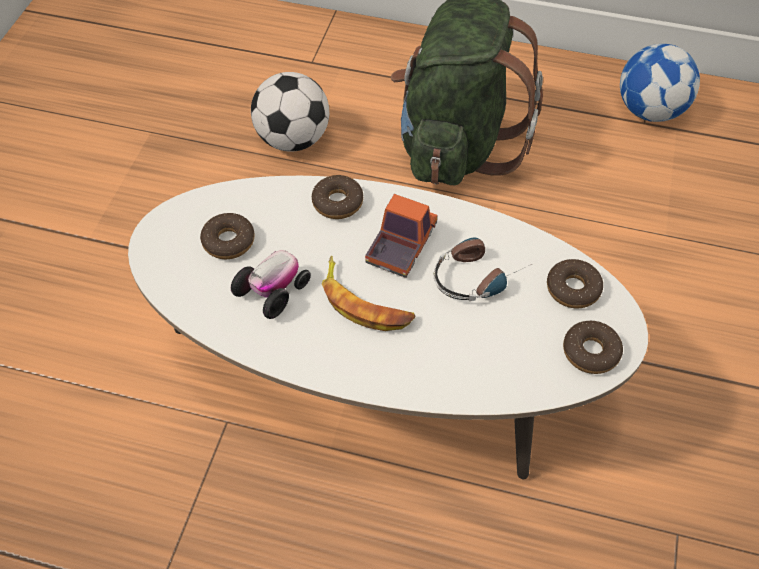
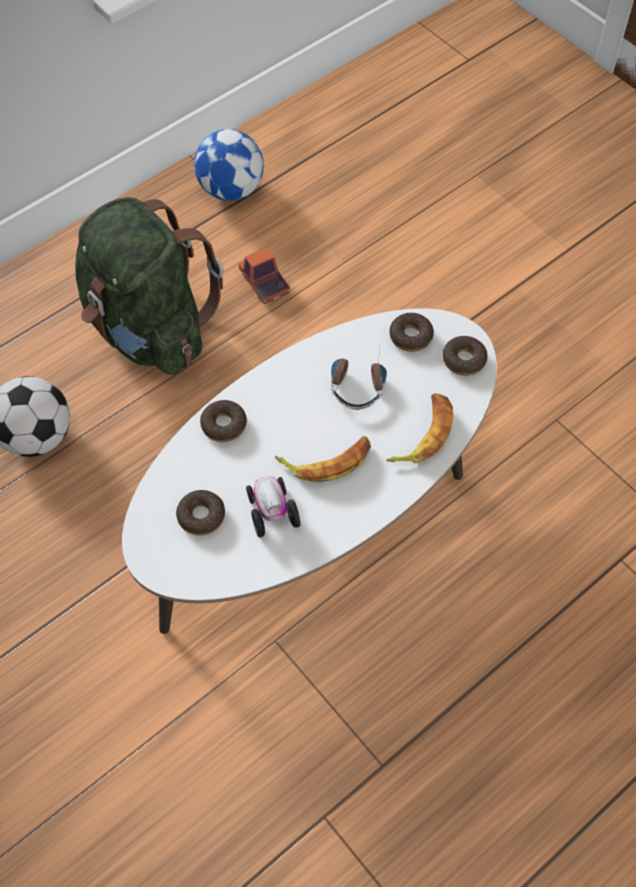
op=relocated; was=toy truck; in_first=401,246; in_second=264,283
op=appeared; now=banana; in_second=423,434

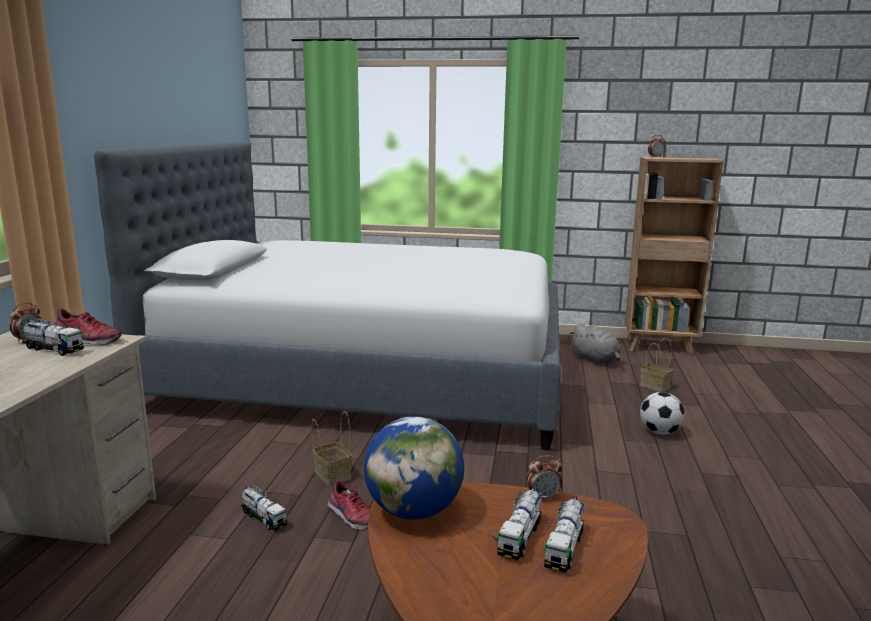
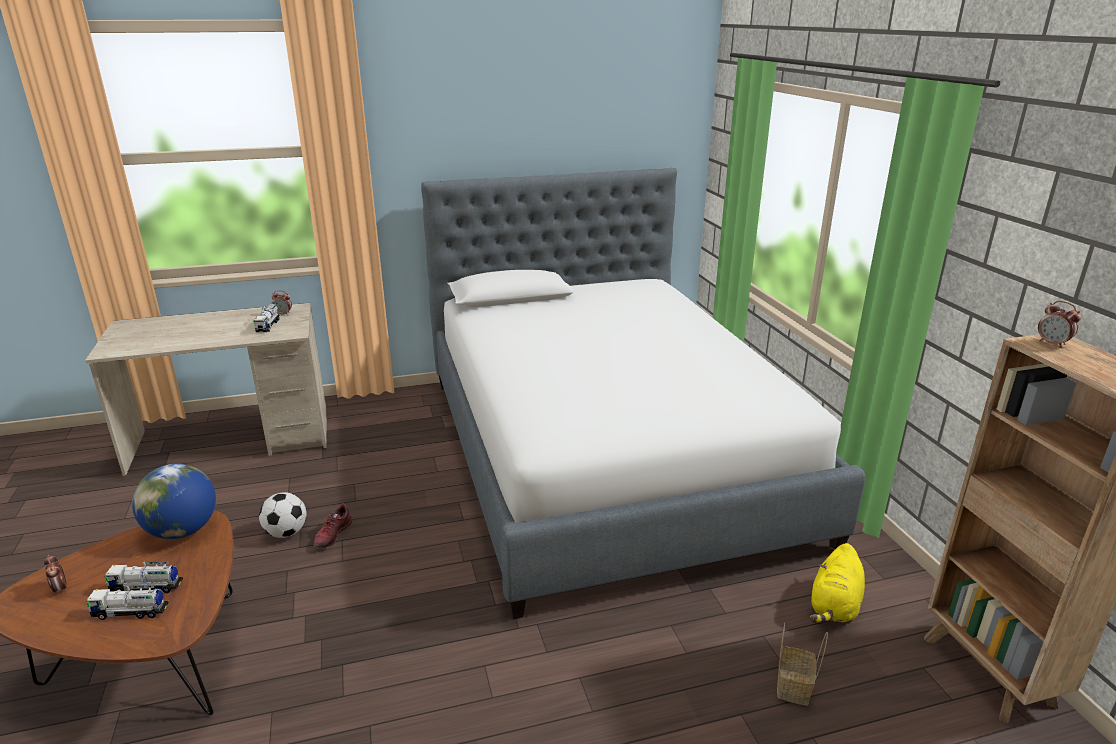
op=missing; was=shoe; in_first=86,341
op=missing; was=toy truck; in_first=263,518
op=missing; was=basket; in_first=331,475
op=relocated; was=alarm clock; in_first=543,498; in_second=60,589
op=colour; was=plush toy/grey; now=plush toy/yellow; in_first=595,360; in_second=834,606
op=relocated; was=football; in_first=659,432; in_second=286,532

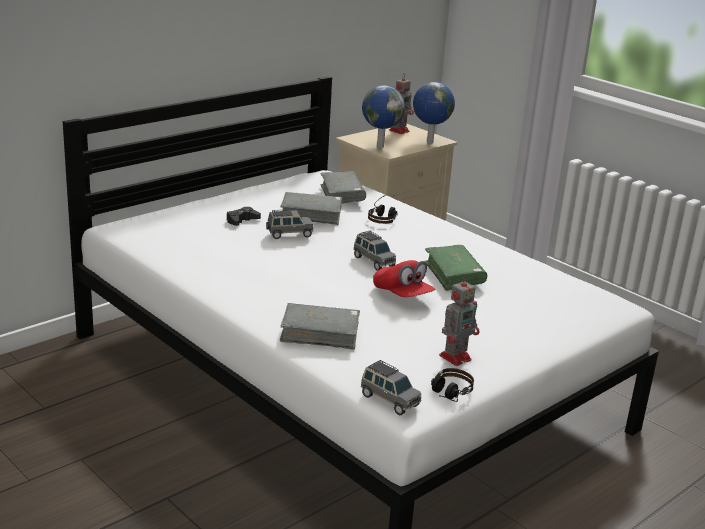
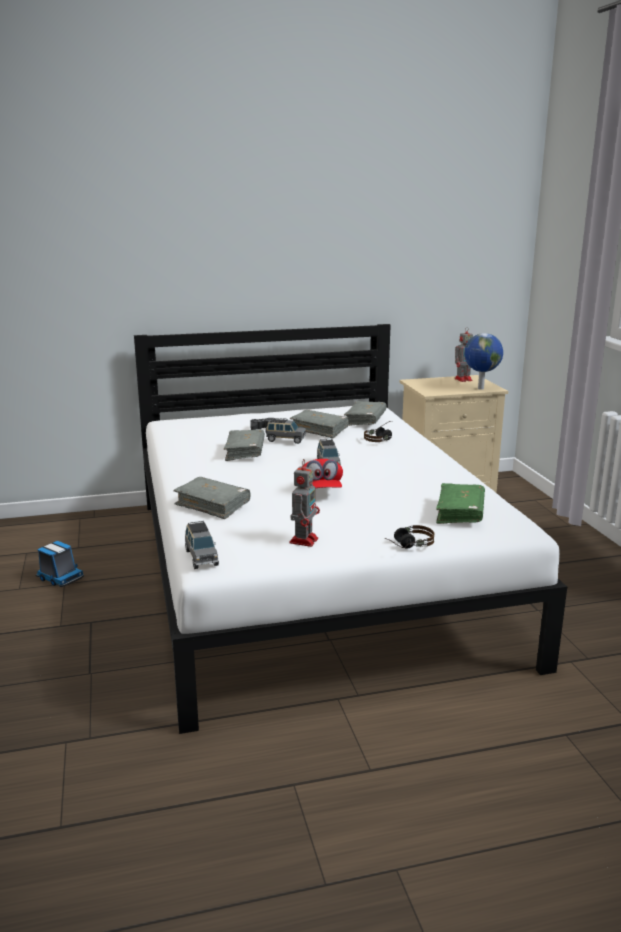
op=missing; was=globe; in_first=379,146
op=relocated; was=book/green; in_first=454,275; in_second=460,512
op=relocated; was=headphones; in_first=447,395; in_second=406,545
op=spun; was=toy robot; in_first=456,357; in_second=304,540; clockwise=-60
op=appeared; now=toy truck; in_second=59,578
op=appeared; now=book/grey; in_second=245,452

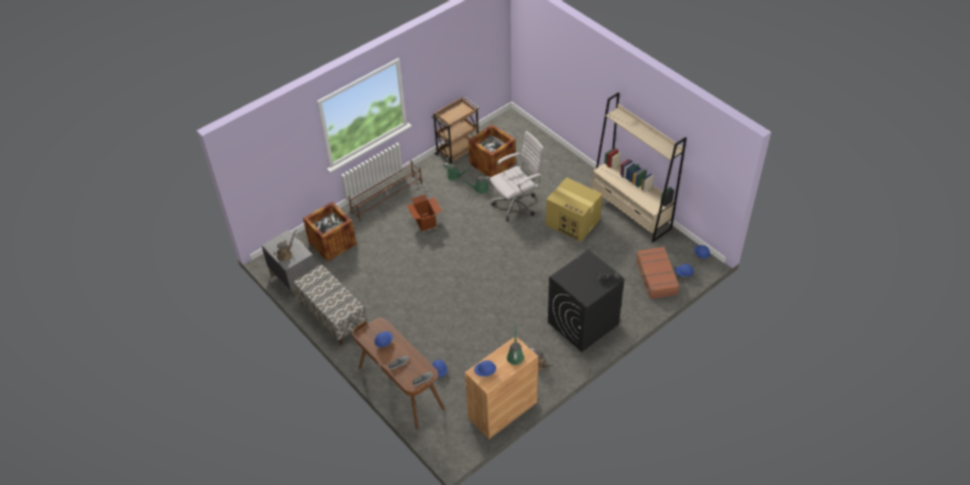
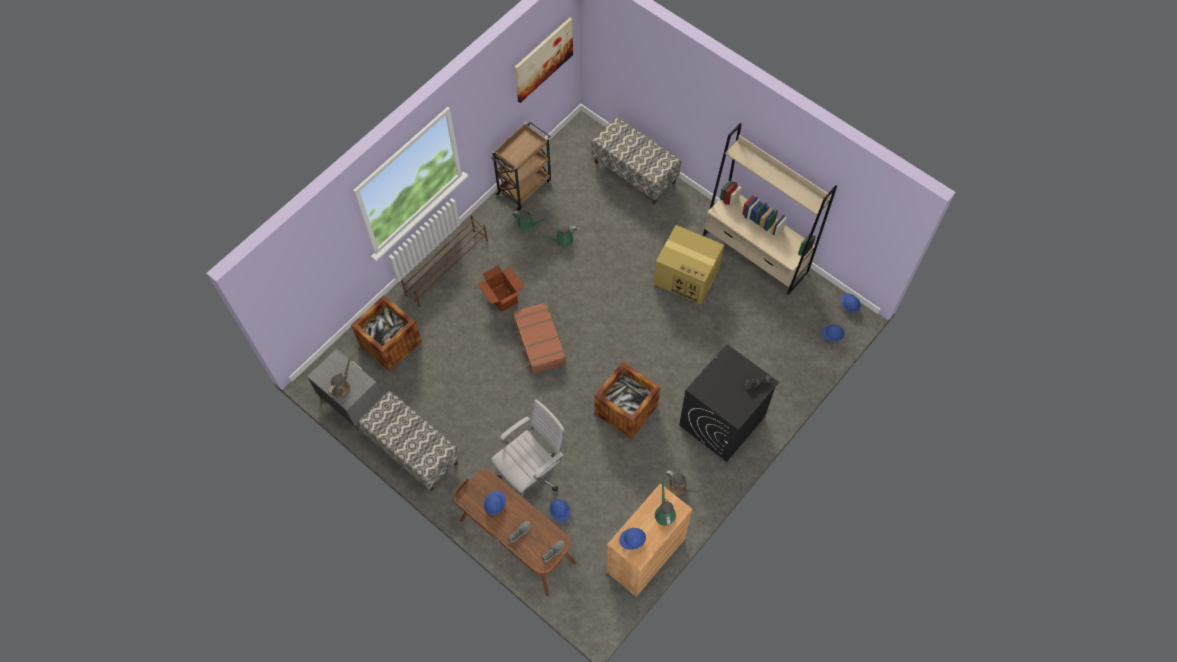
op=relocated; was=crate; in_first=492,163; in_second=626,409
op=relocated; was=office chair/white; in_first=517,204; in_second=532,473
op=relocated; was=suitcase/brown; in_first=656,277; in_second=539,342
op=appeared; now=picture; in_second=543,59
op=appeared; now=bench; in_second=635,172

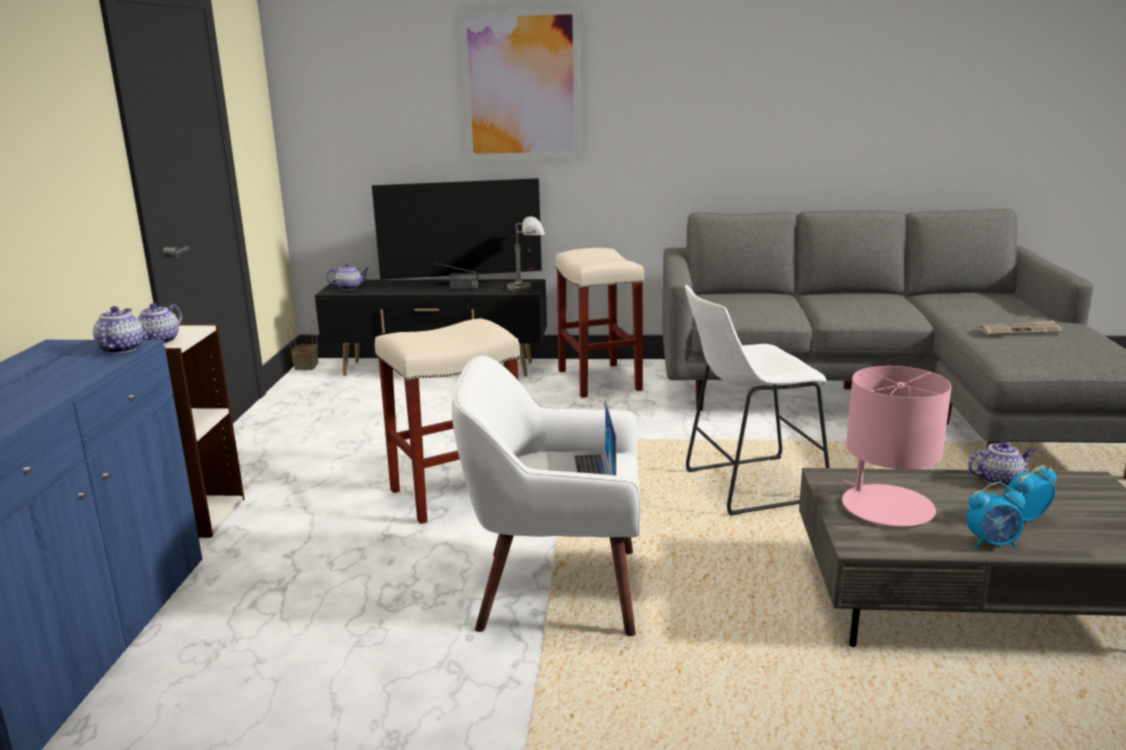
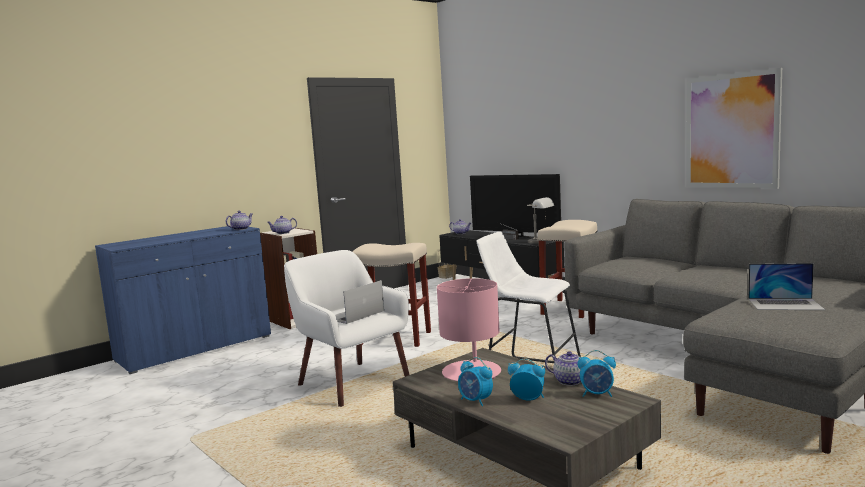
op=relocated; was=picture; in_first=521,85; in_second=731,131
op=exchanged; was=newspaper; now=laptop; in_first=1020,331; in_second=785,304
op=appeared; now=alarm clock; in_second=597,394

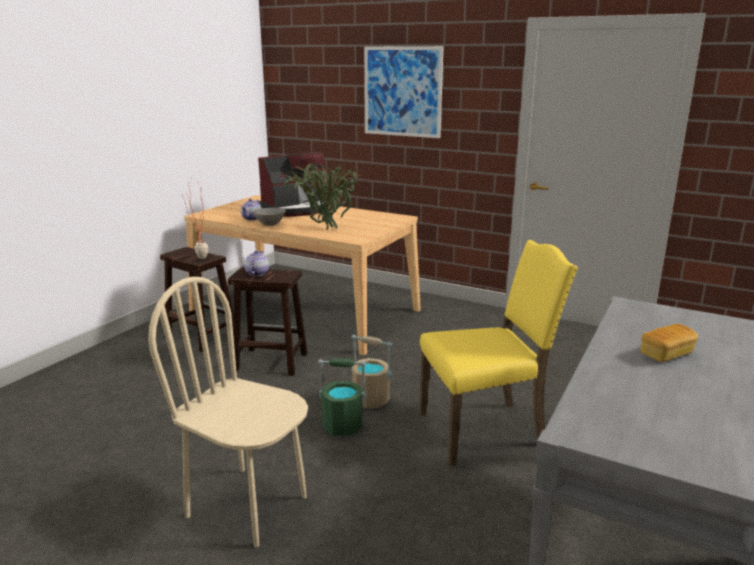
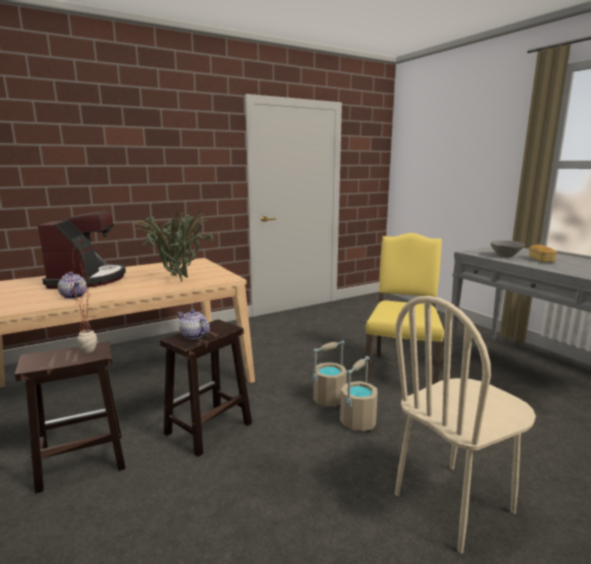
op=relocated; was=bowl/grey; in_first=269,224; in_second=505,256
op=colour; was=bucket/green; now=bucket/beige; in_first=343,425; in_second=358,421
op=missing; was=picture; in_first=402,91

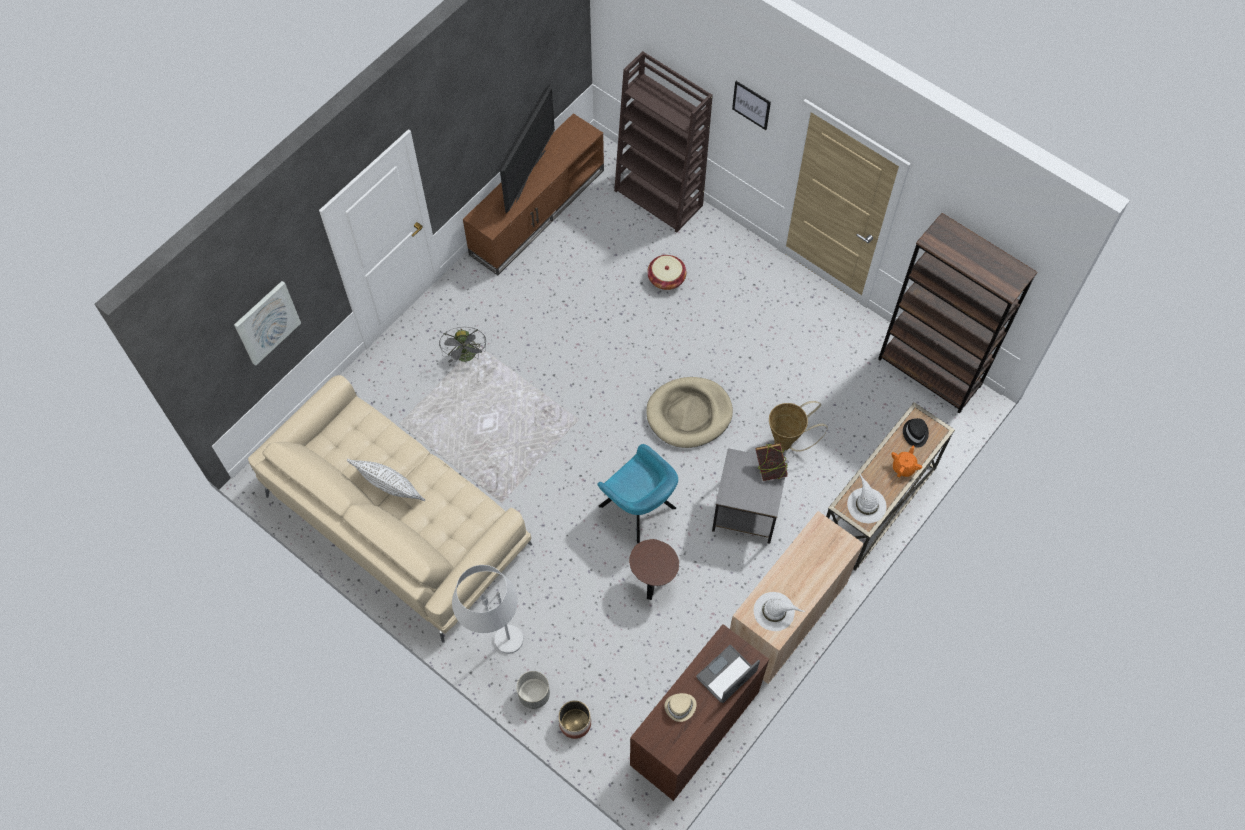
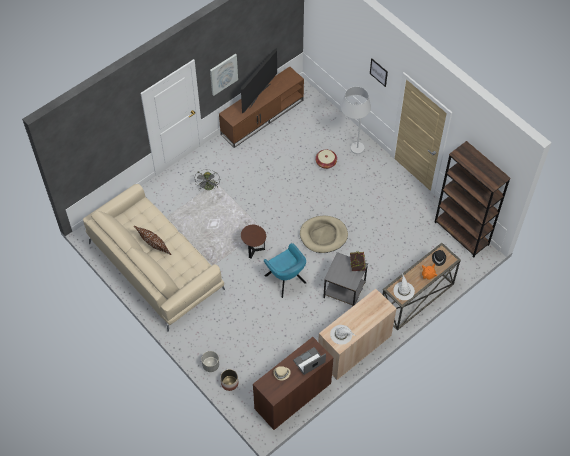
op=relocated; was=picture; in_first=267,322; in_second=223,74
op=colour; was=pillow/white; now=pillow/brown; in_first=389,487; in_second=154,245
op=relocated; was=floor lamp/white; in_first=498,652; in_second=351,152
op=missing; was=bookcase/brown; in_first=659,198
op=relocated; was=side table/brown; in_first=653,581; in_second=254,250
op=missing; was=basket; in_first=787,442

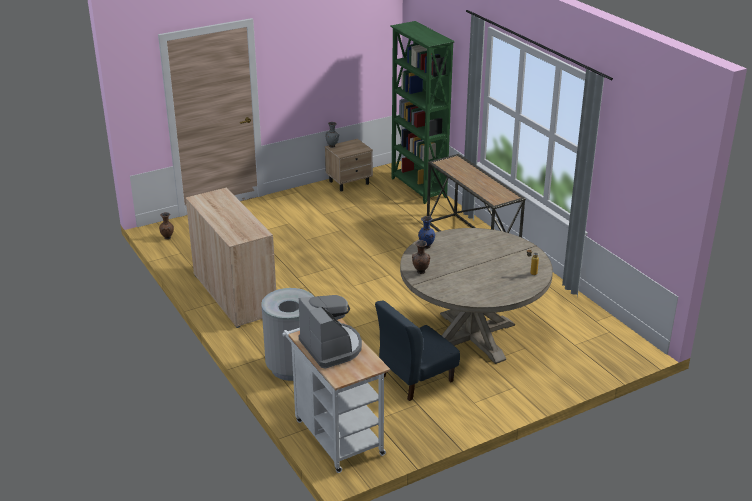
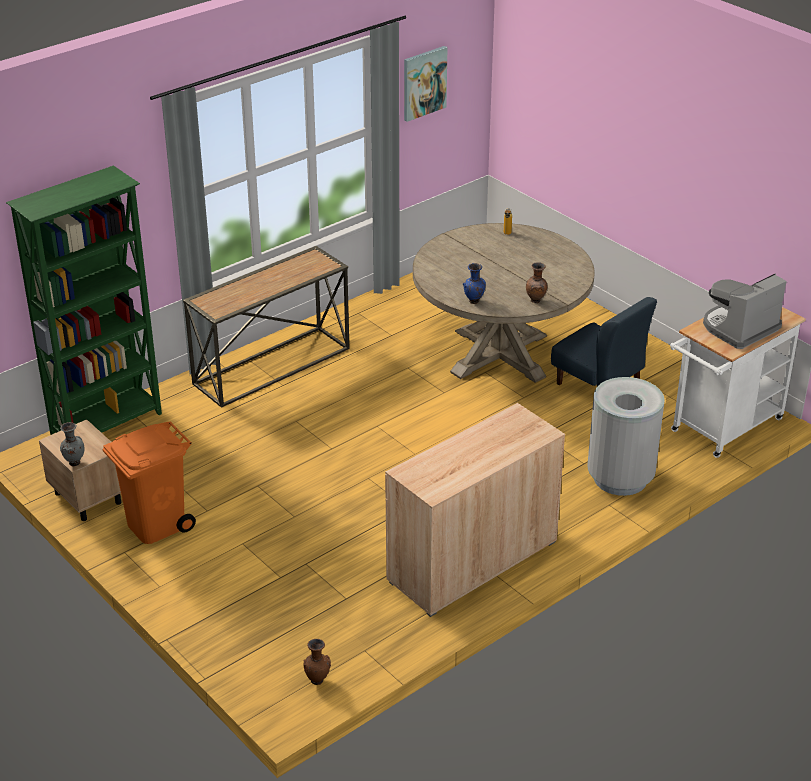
op=appeared; now=trash can/orange; in_second=155,524
op=appeared; now=picture; in_second=424,83

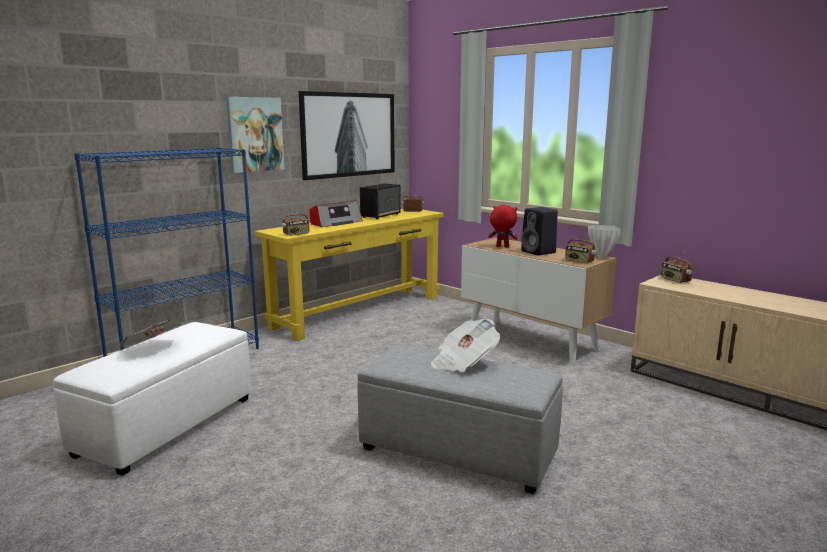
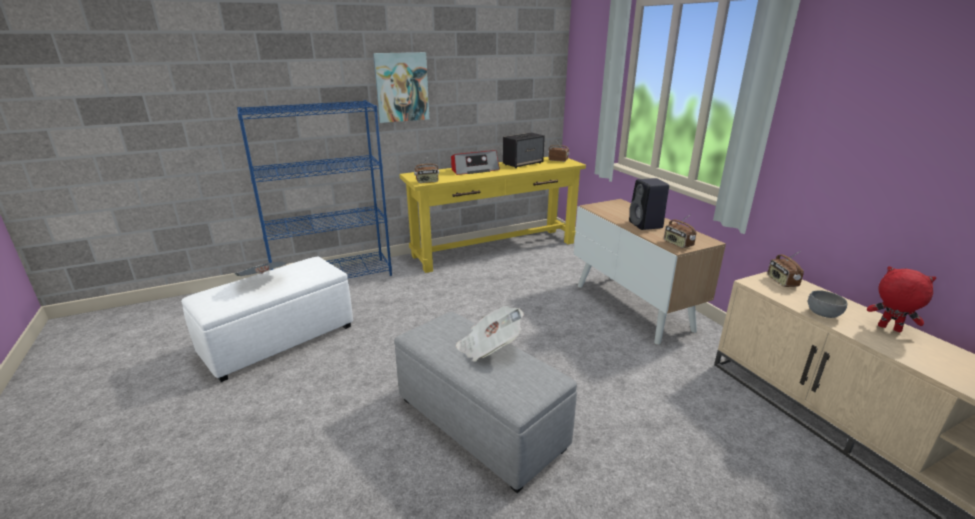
op=missing; was=picture; in_first=349,134
op=relocated; was=plush toy/red; in_first=502,247; in_second=888,329
op=missing; was=vase/white; in_first=601,257
op=appeared; now=bowl/grey; in_second=823,314

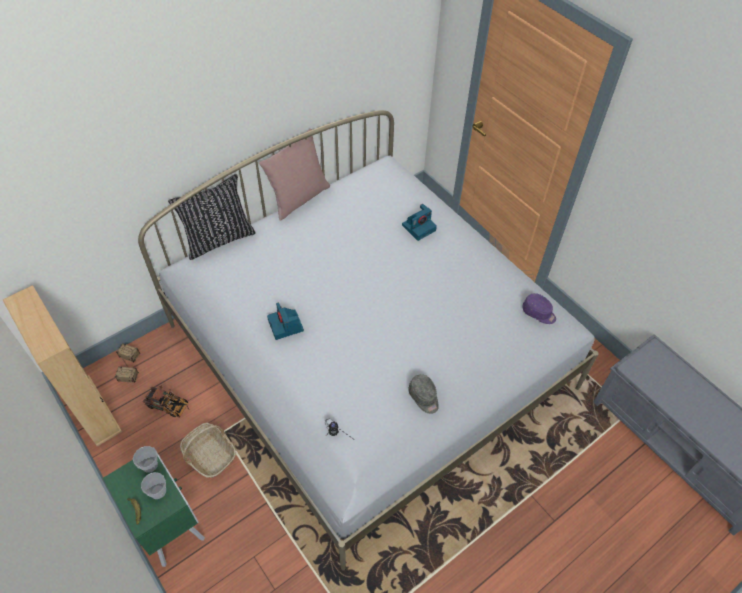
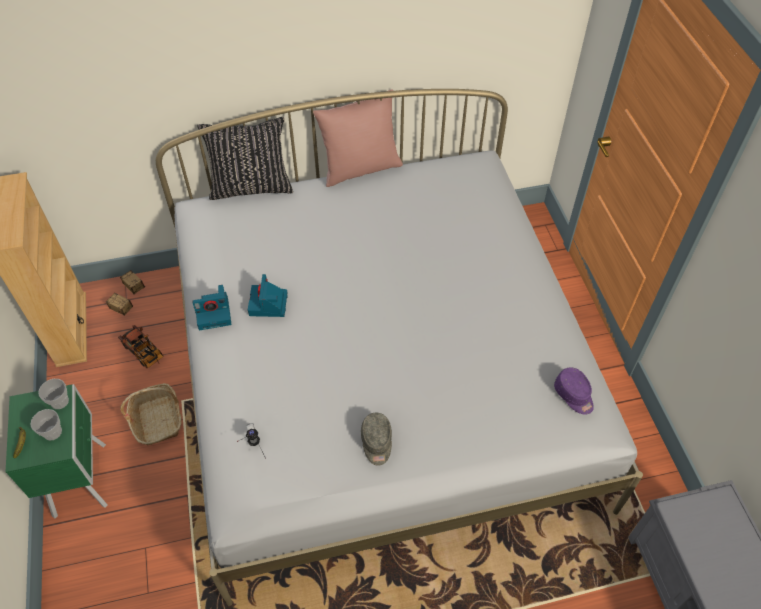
op=relocated; was=photo camera; in_first=419,227; in_second=214,313

